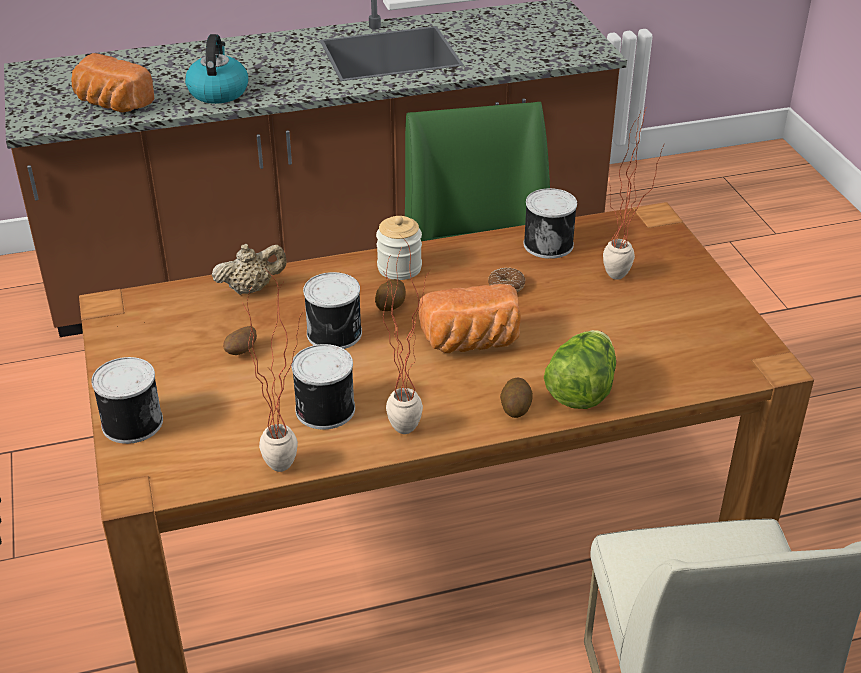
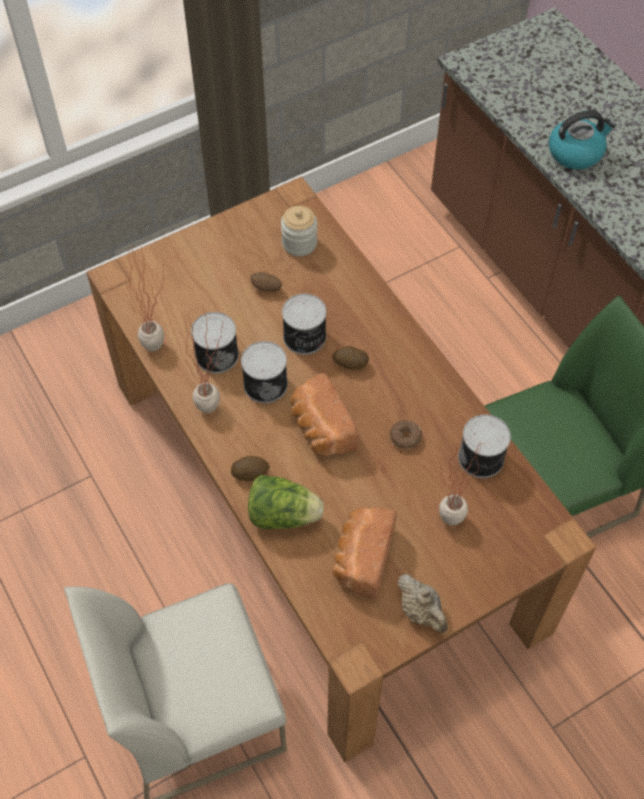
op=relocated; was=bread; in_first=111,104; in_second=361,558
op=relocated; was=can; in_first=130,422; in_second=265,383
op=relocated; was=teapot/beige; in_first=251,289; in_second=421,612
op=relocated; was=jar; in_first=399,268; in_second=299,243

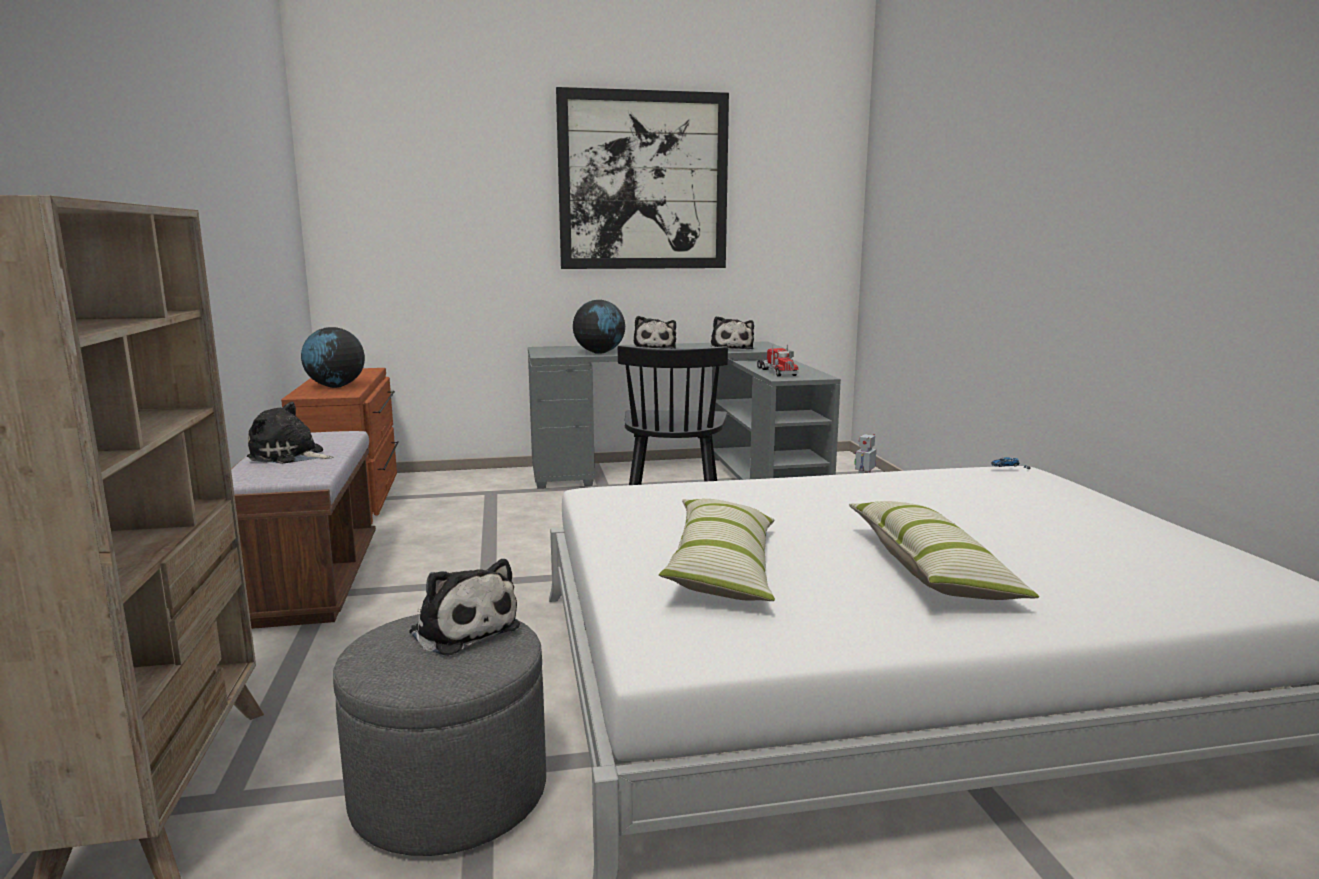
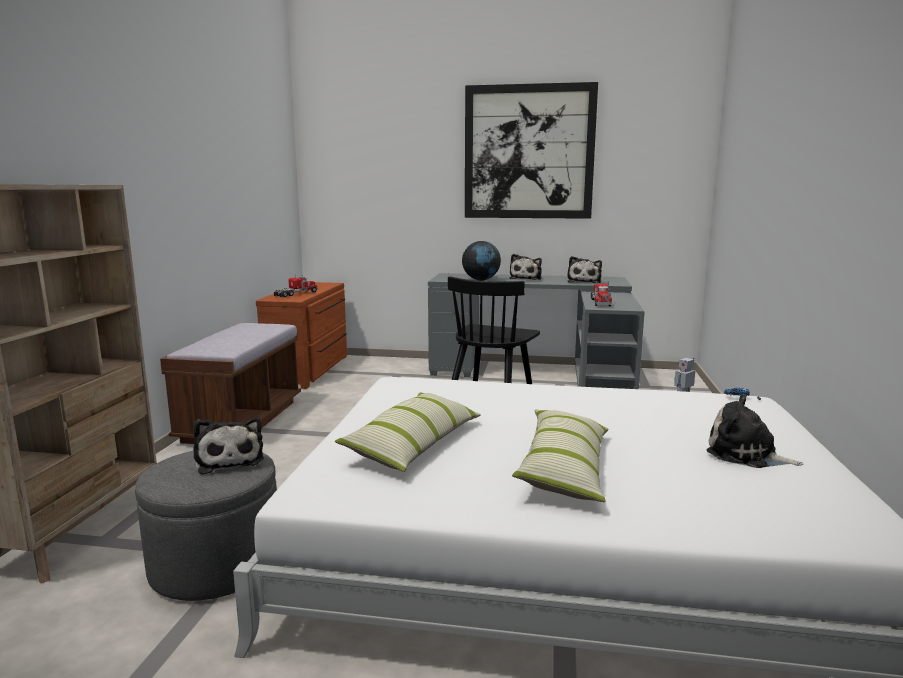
op=relocated; was=plush toy; in_first=289,456; in_second=746,454
op=exchanged; was=globe; now=toy truck; in_first=335,386; in_second=296,294

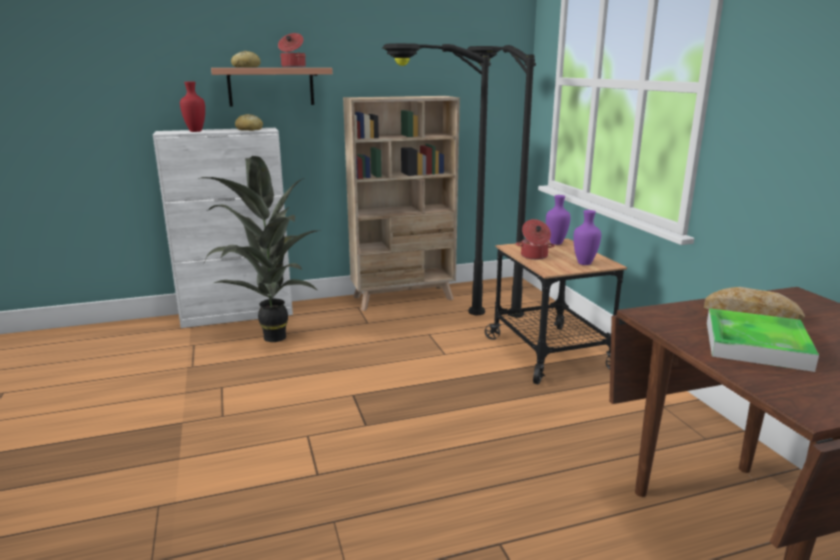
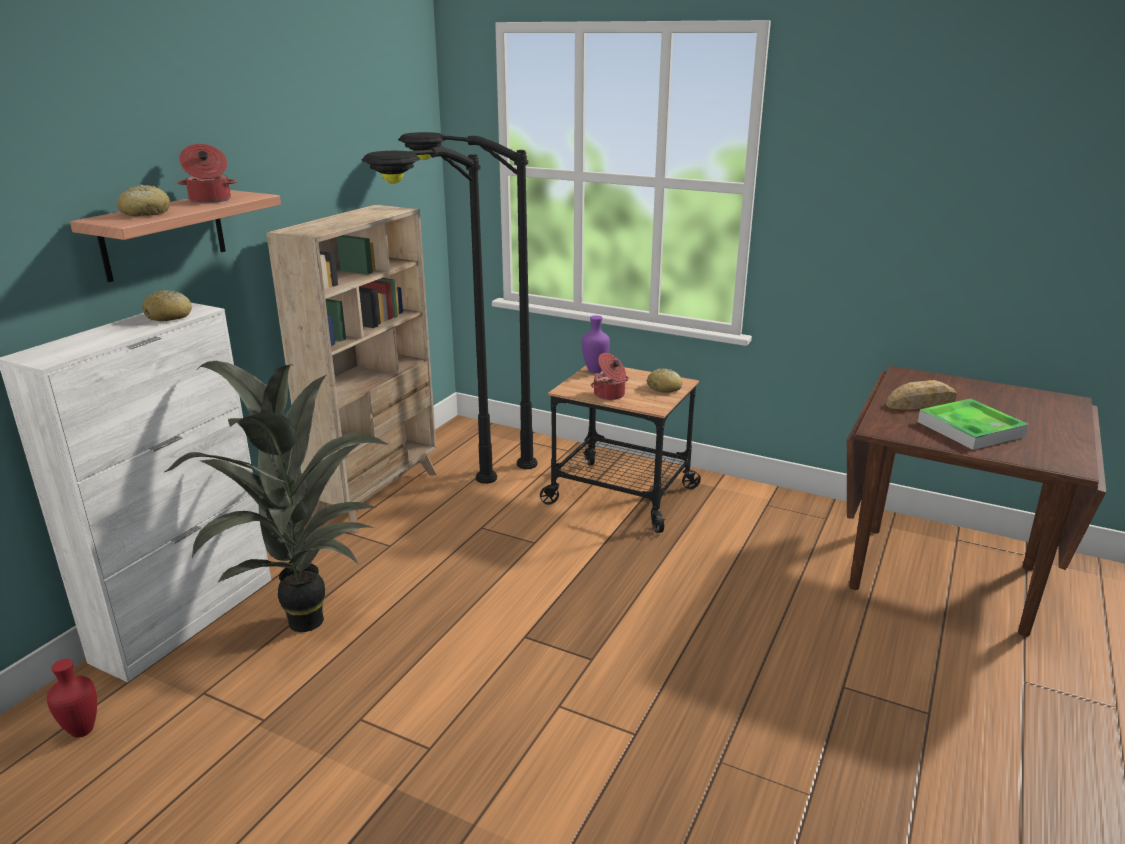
op=relocated; was=vase/red; in_first=196,131; in_second=82,730
op=exchanged; was=vase/purple; now=bread; in_first=585,263; in_second=664,388

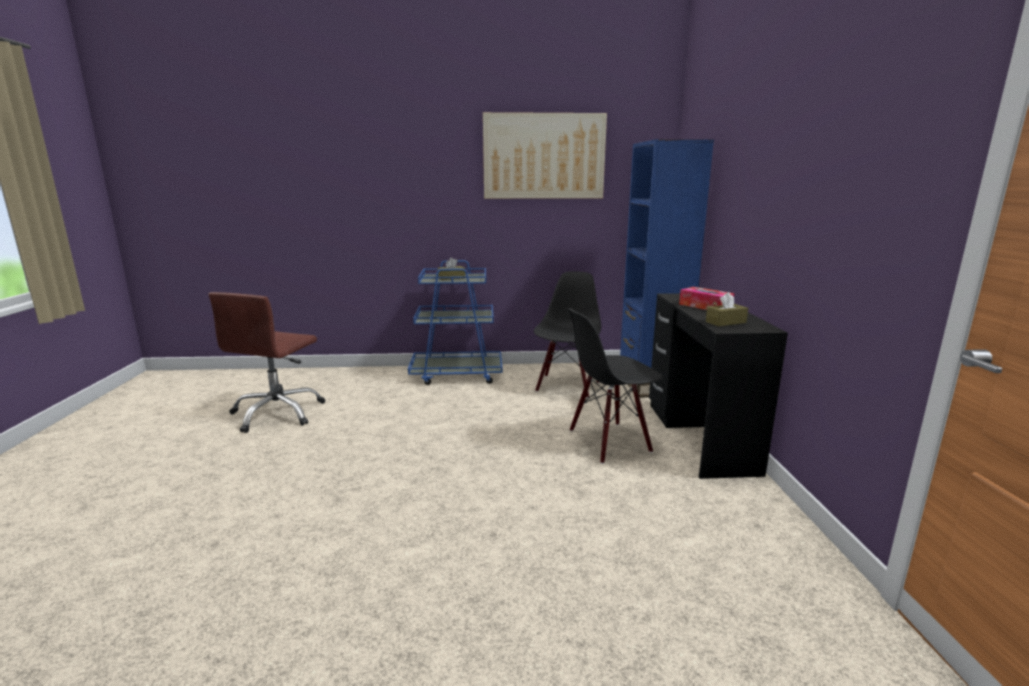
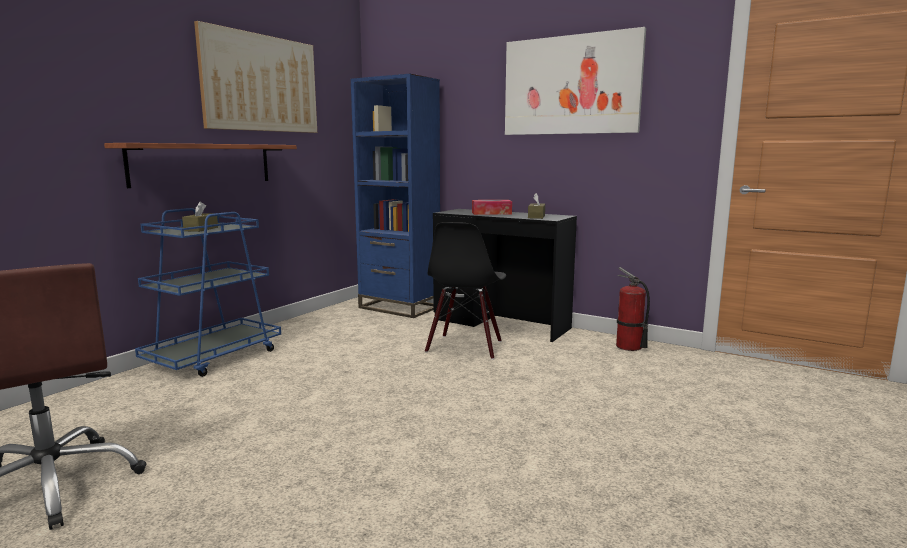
op=missing; was=chair/black; in_first=567,386
op=appeared; now=shelf; in_second=203,164
op=appeared; now=picture; in_second=571,85
op=appeared; now=fire extinguisher; in_second=629,347

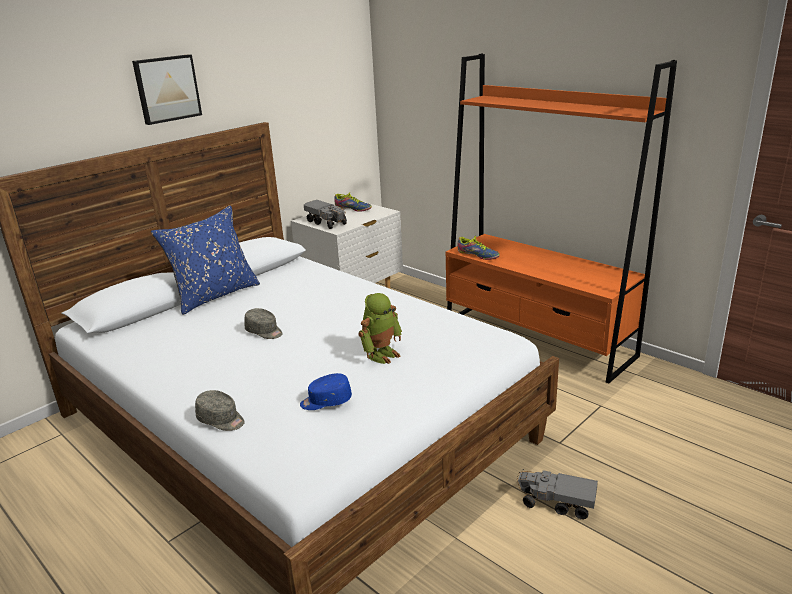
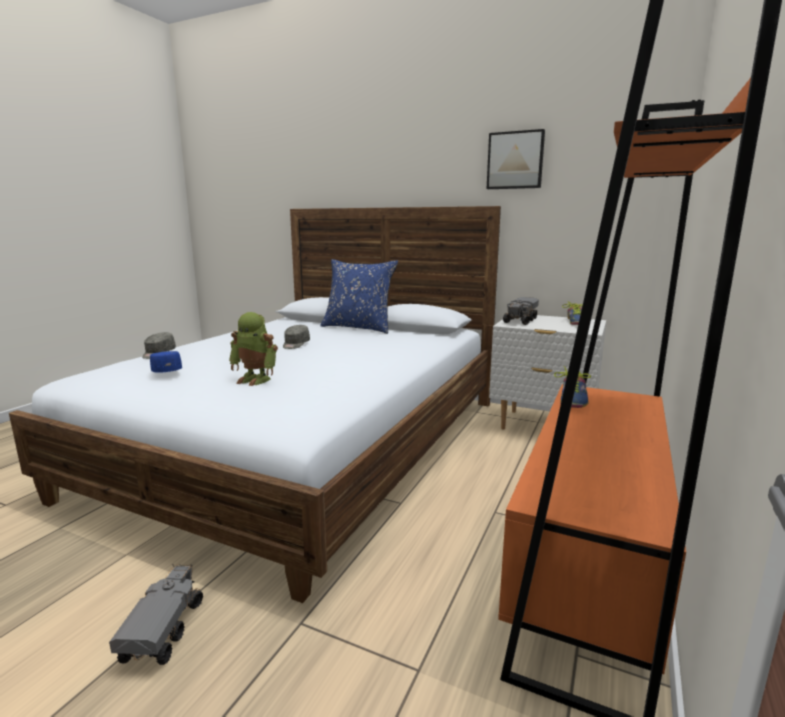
op=relocated; was=picture; in_first=167,89; in_second=515,160

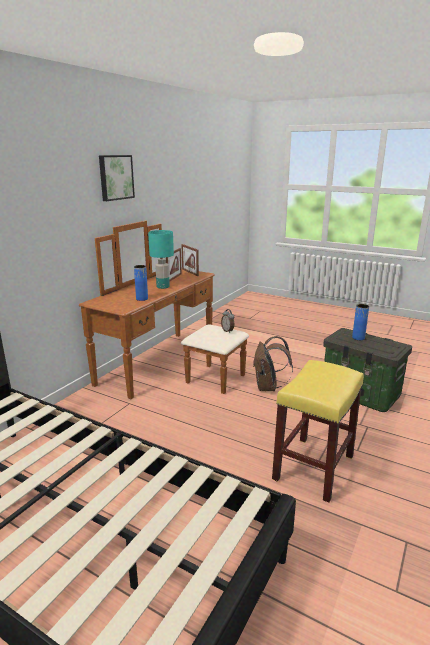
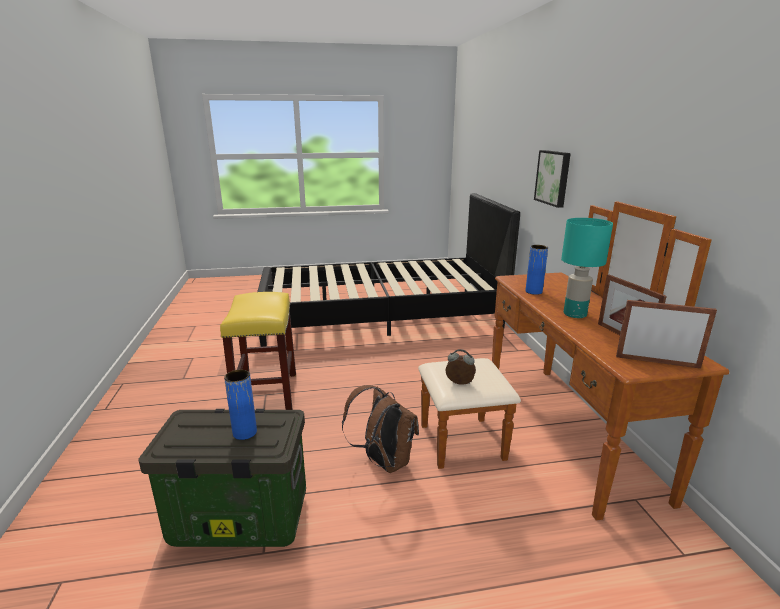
op=relocated; was=picture; in_first=115,177; in_second=553,177

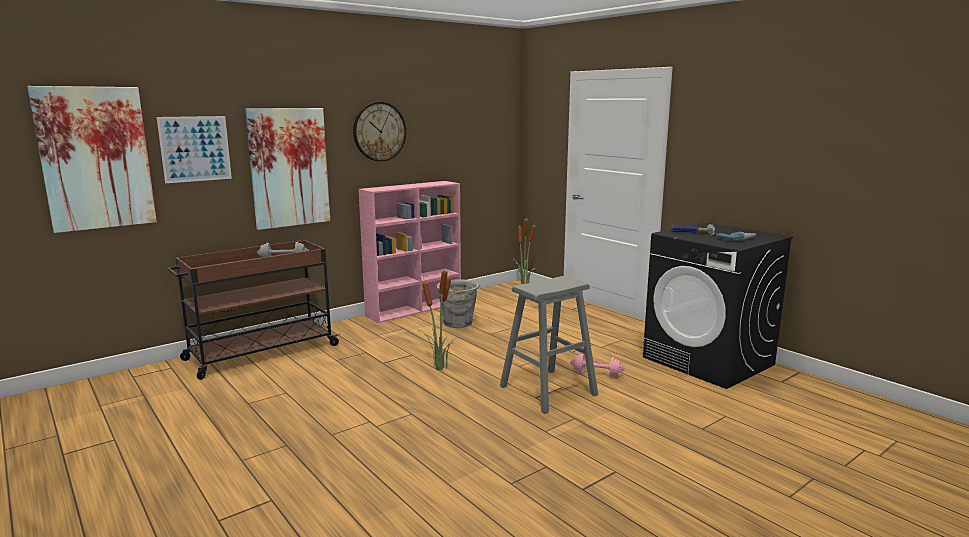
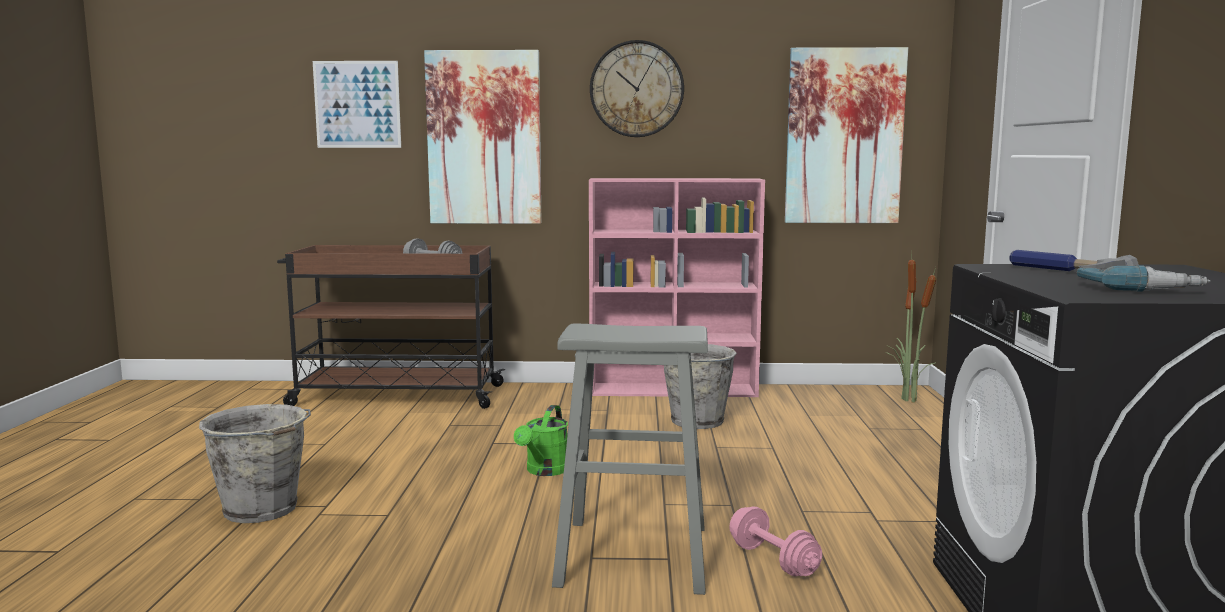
op=relocated; was=picture; in_first=96,158; in_second=844,136
op=exchanged; was=potted plant; now=watering can/green; in_first=439,368; in_second=544,471
op=appeared; now=bucket/grey; in_second=262,510

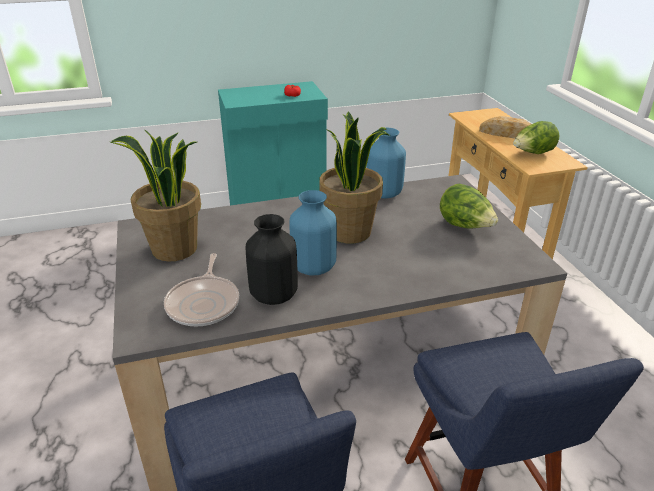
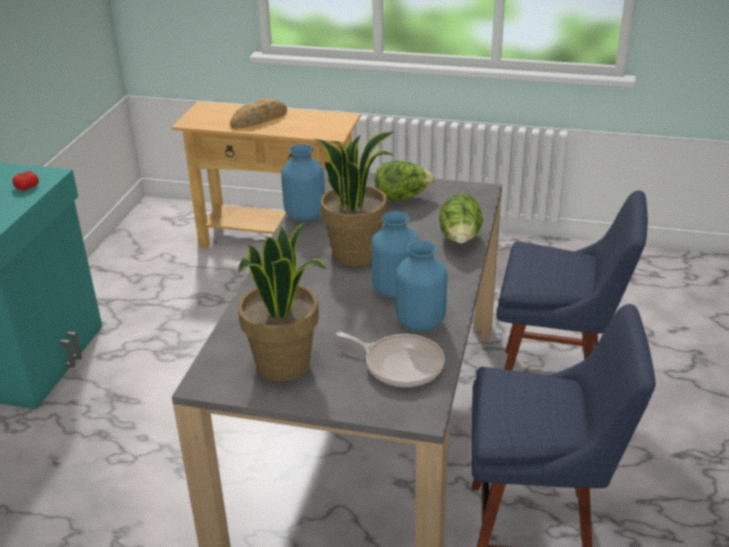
op=colour; was=vase/black; now=vase/blue; in_first=274,294; in_second=420,322
op=relocated; was=lettuce; in_first=532,154; in_second=460,240

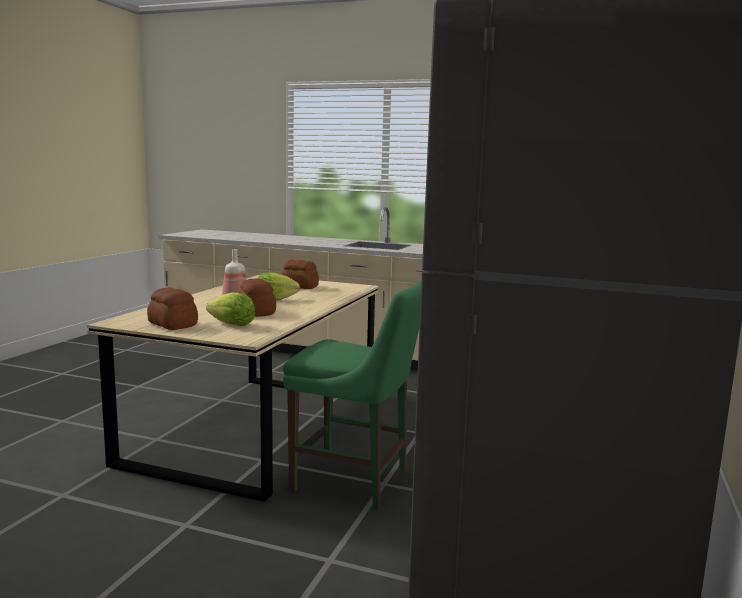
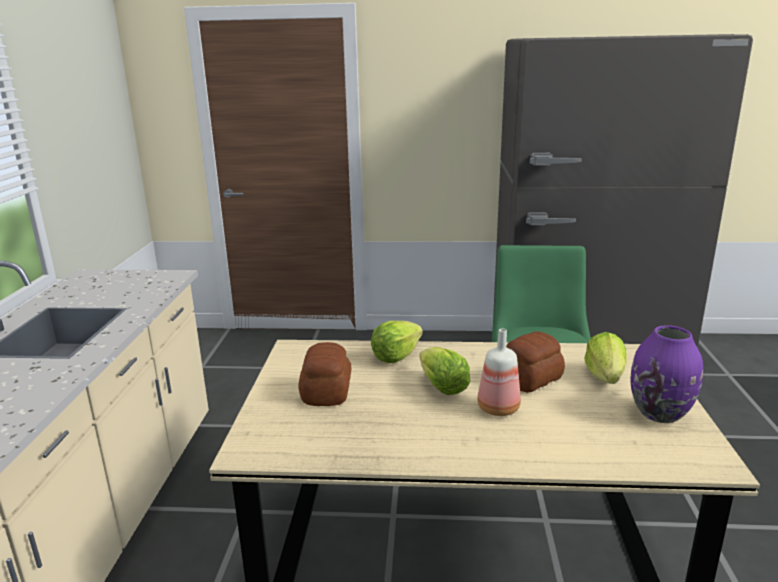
op=exchanged; was=bread; now=vase/purple; in_first=172,325; in_second=660,413
op=appeared; now=lettuce; in_second=396,356

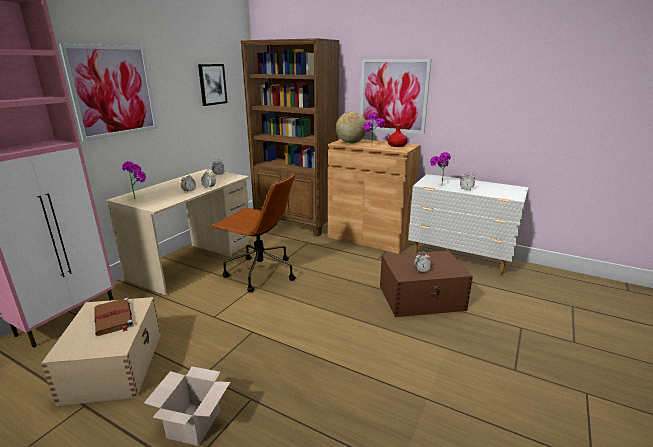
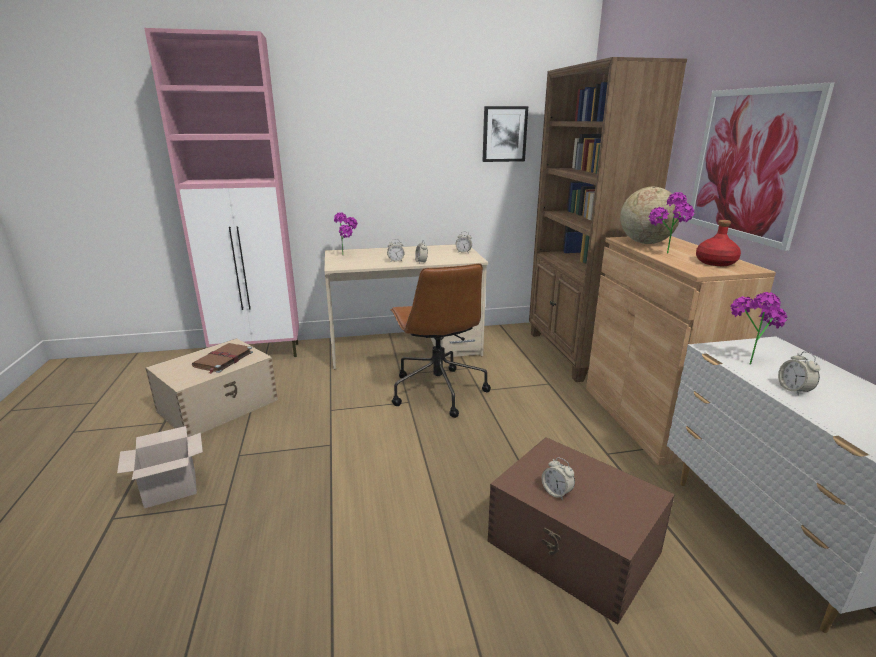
op=missing; was=picture; in_first=113,91

